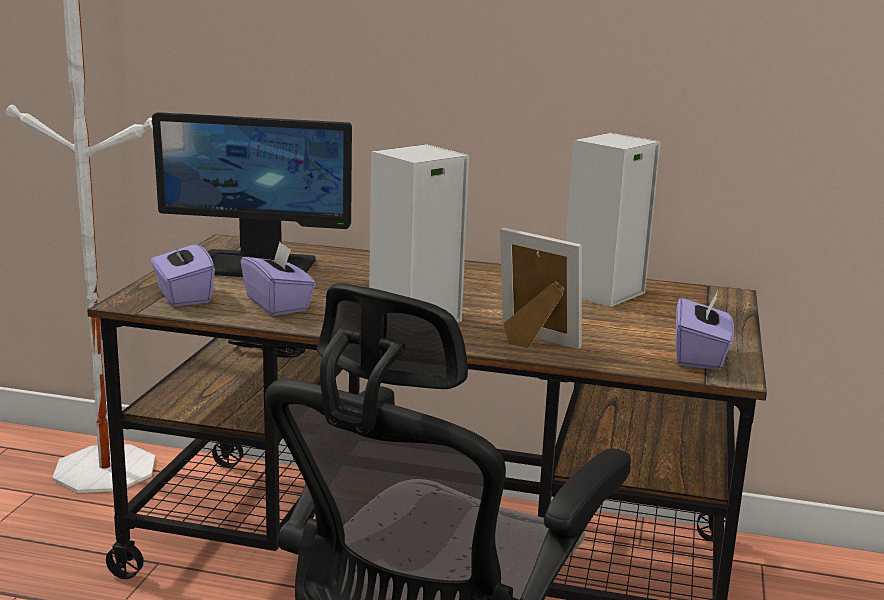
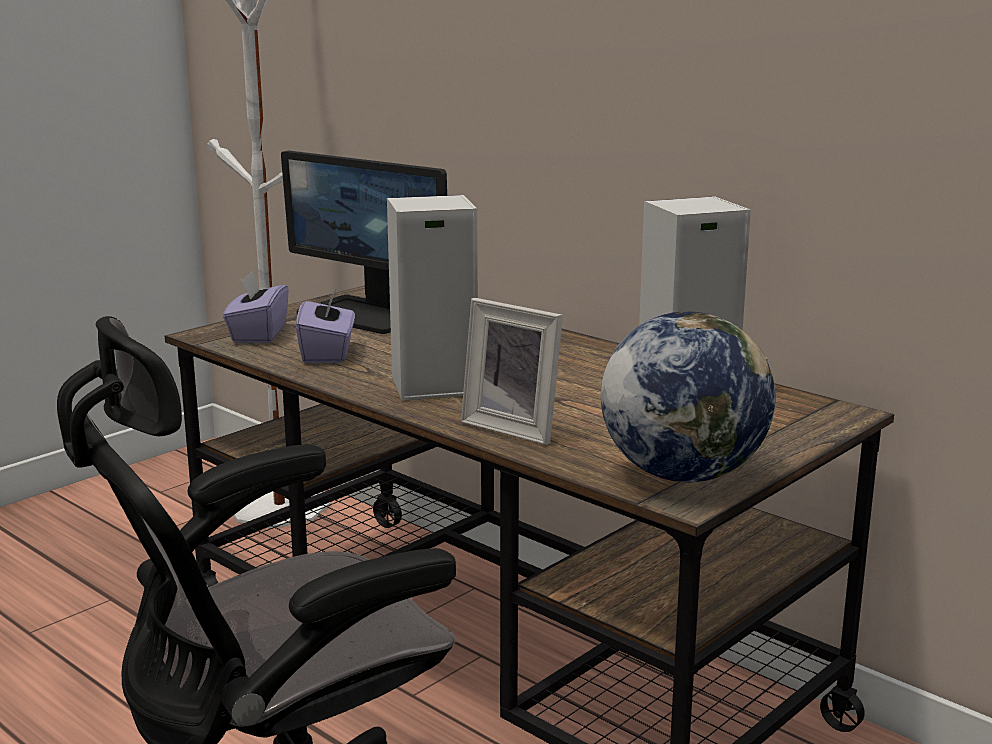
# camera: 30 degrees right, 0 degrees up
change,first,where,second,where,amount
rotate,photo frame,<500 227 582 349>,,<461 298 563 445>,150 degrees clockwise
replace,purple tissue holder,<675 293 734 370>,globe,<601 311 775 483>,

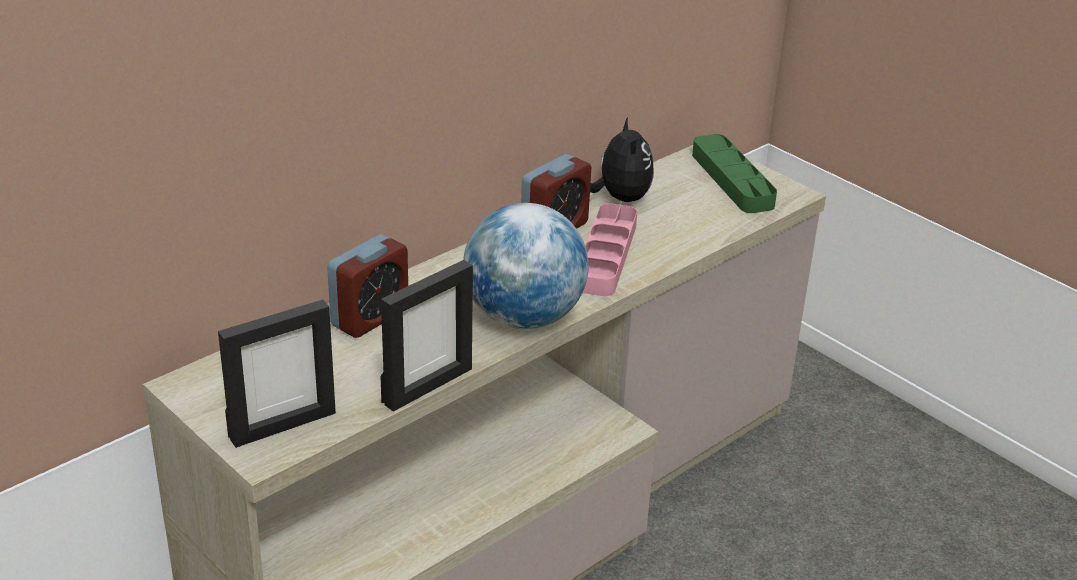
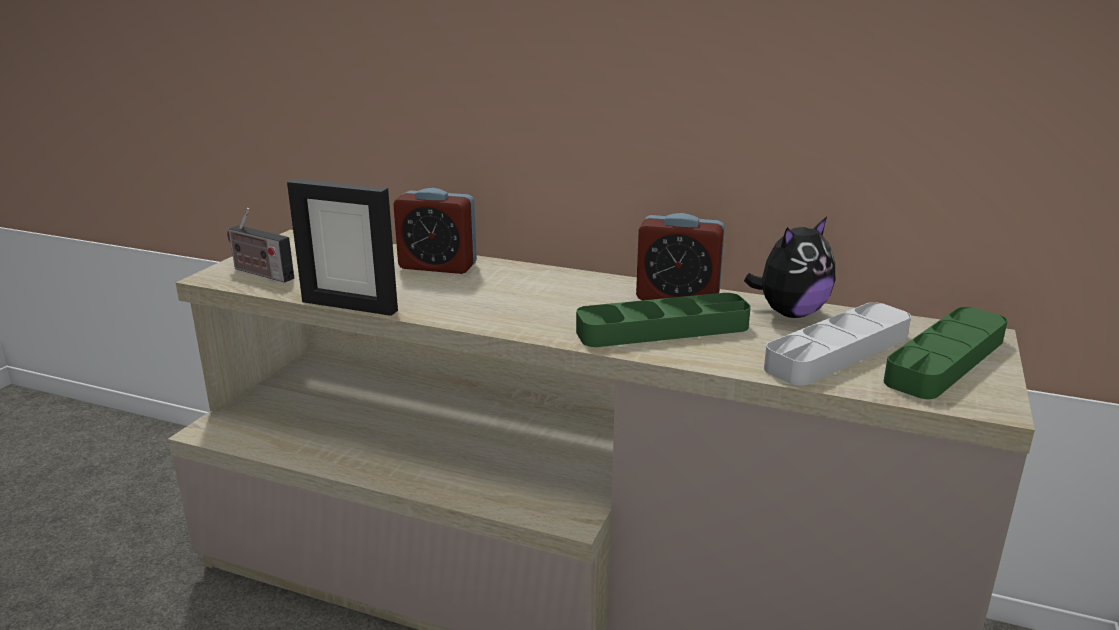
# camera: 65 degrees right, 10 degrees down
change,first,where,second,where,amount
replace,photo frame,<218 300 336 448>,radio set,<227 208 294 283>,
delete,globe,<463 203 589 329>,,,
recolor,pink serving tray,<583 203 637 296>,green-coloured serving tray,<576 293 751 347>,
insert,,,grey serving tray,<764 302 911 385>,

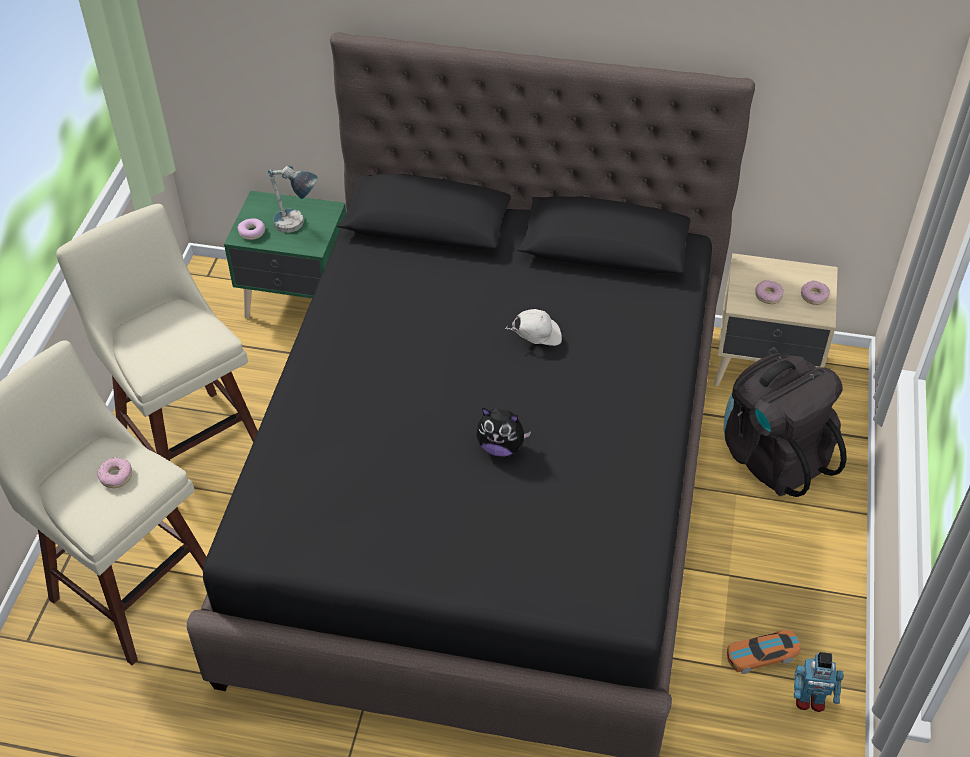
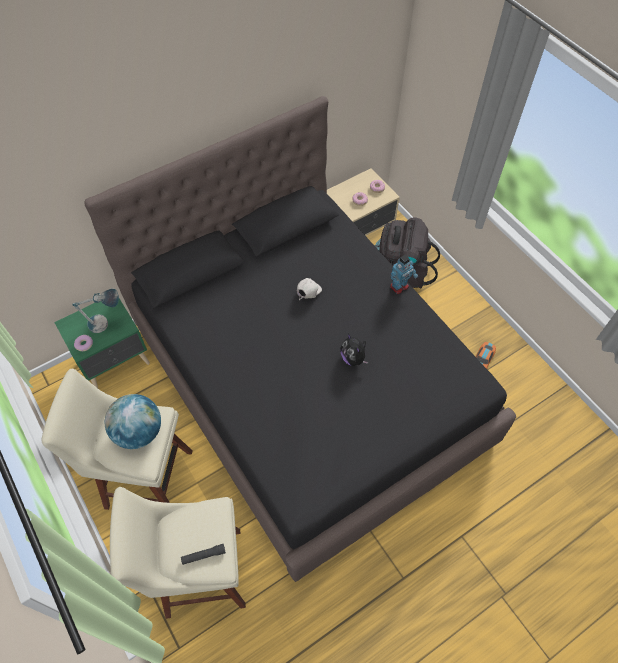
# camera: 45 degrees left, 10 degrees up
change,first,where,second,where,amount
delete,ring doughnut,<97 458 132 488>,,,
rotate,plush toy,<476 408 531 457>,,<340 333 369 366>,90 degrees clockwise
move,robot figure,<794 652 843 712>,,<390 254 418 294>,
insert,,,globe,<104 394 161 449>,
insert,,,blackish hand torch,<181 544 226 565>,

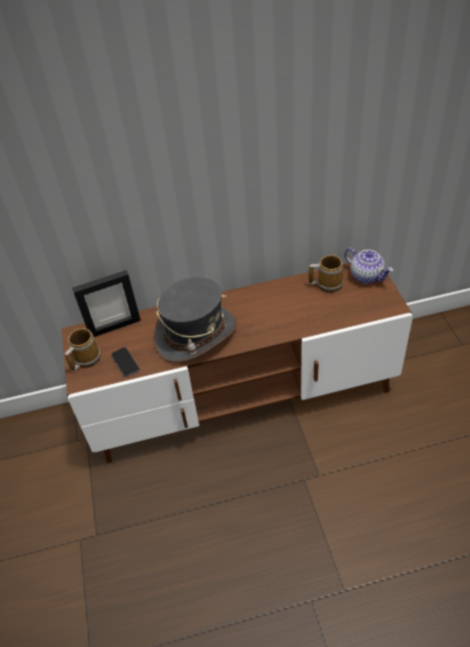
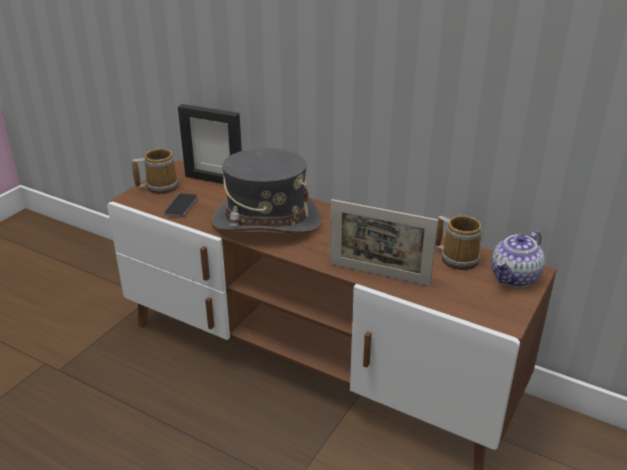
# camera: 40 degrees right, 15 degrees down
change,first,where,second,where,amount
rotate,pot for tea,<344 247 393 284>,,<491 230 545 287>,45 degrees clockwise
insert,,,photo frame,<330 199 438 286>,

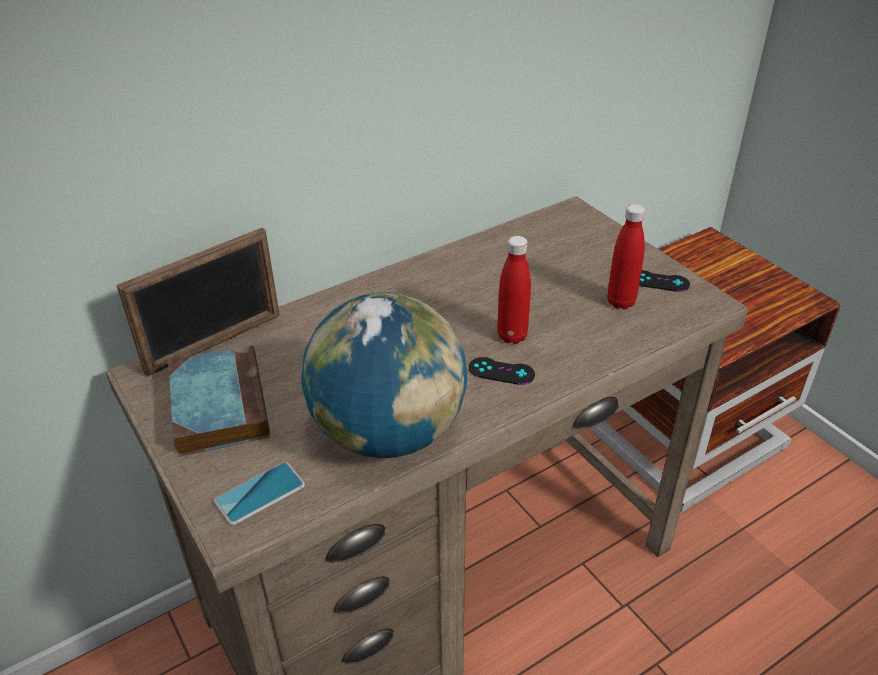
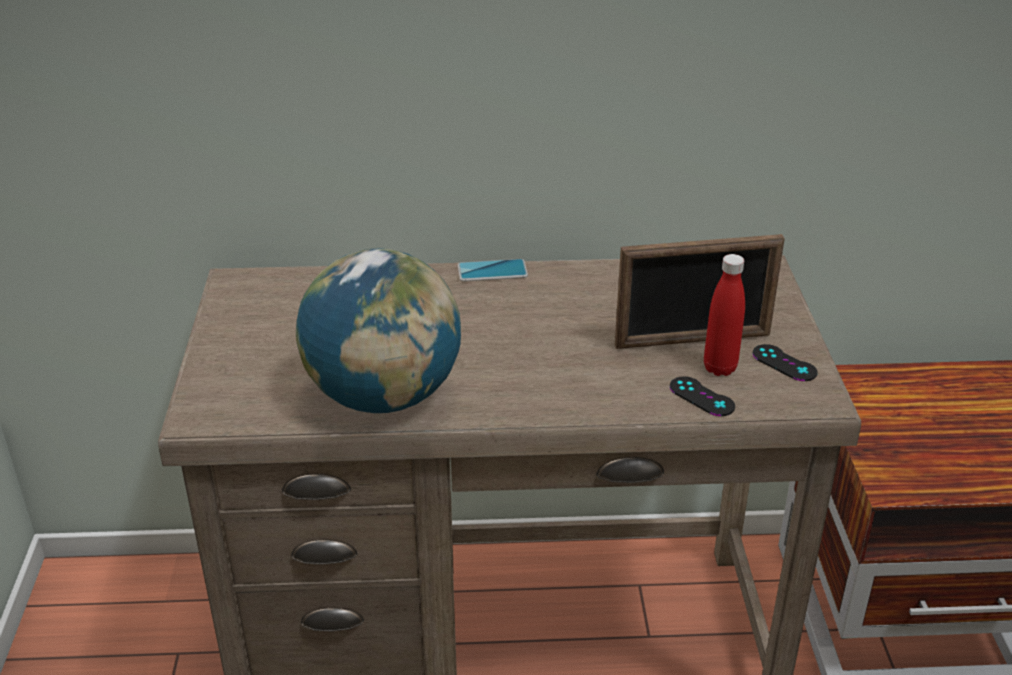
# camera: 30 degrees right, 5 degrees down
change,first,where,second,where,amount
move,photo frame,<117 227 280 377>,,<615 234 785 349>,
delete,bound book,<168 345 270 457>,,,
move,handset,<214 462 305 525>,,<458 259 528 282>,
move,blackish gamepad,<469 357 535 385>,,<670 376 735 416>,
delete,red drink bottle,<497 236 531 344>,,,

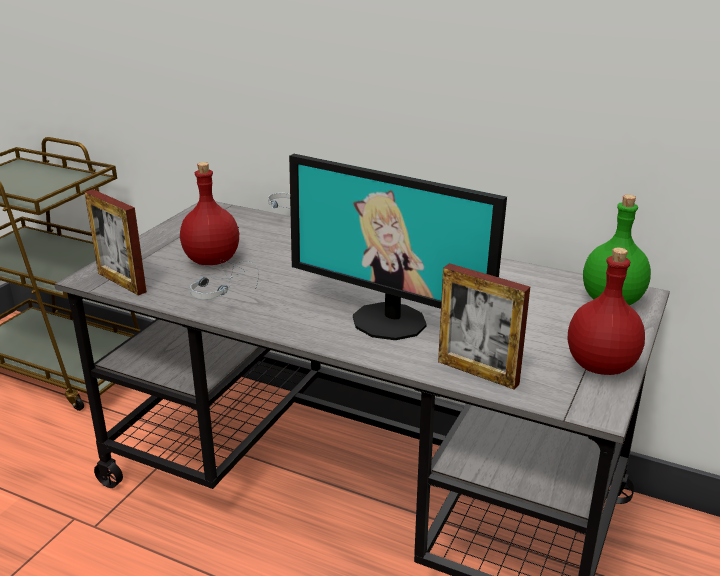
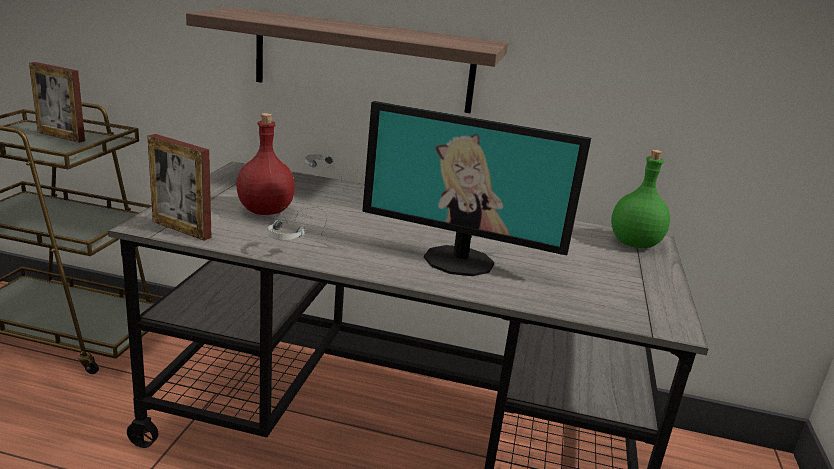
# camera: 15 degrees left, 5 degrees down
change,first,where,second,where,amount
move,photo frame,<438 263 530 390>,,<29 62 85 143>,
delete,red drink bottle,<568 247 645 375>,,,
insert,,,wall shelf,<186 7 508 113>,

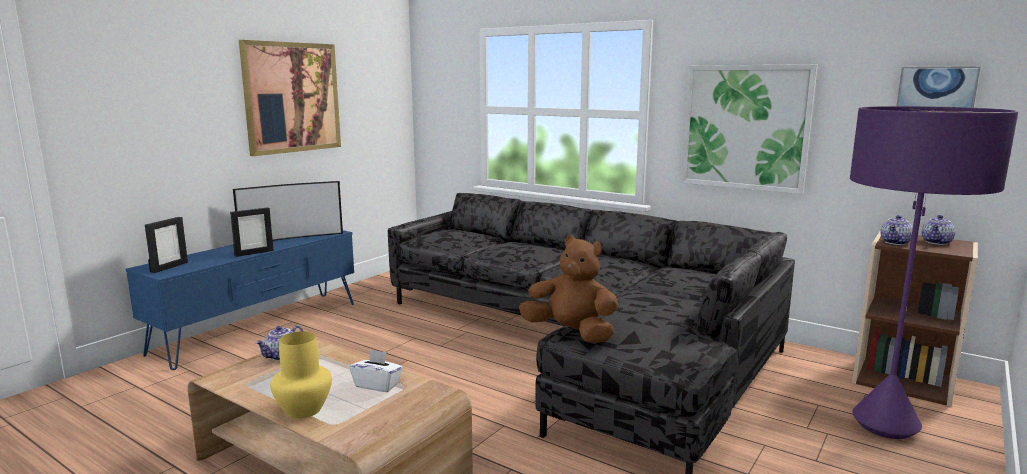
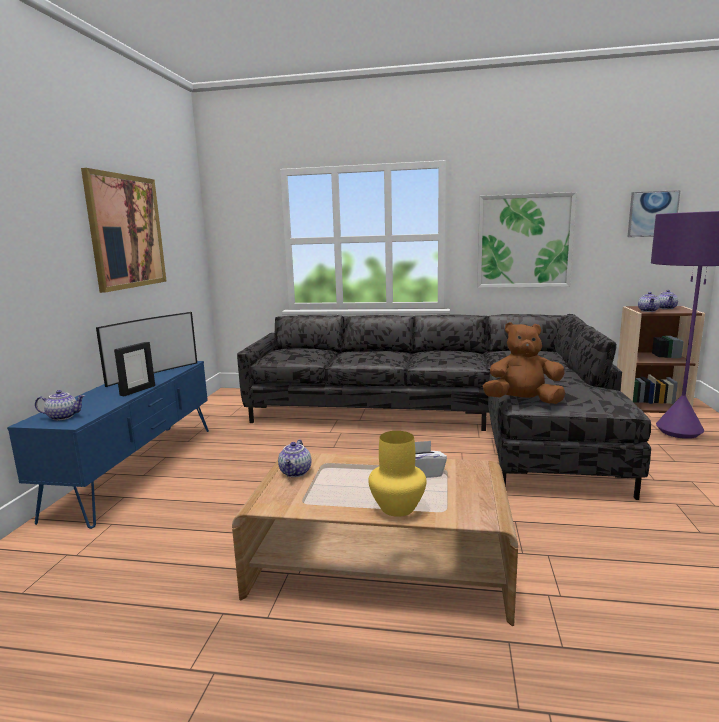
# camera: 25 degrees left, 0 degrees up
change,first,where,second,where,amount
replace,photo frame,<145 217 188 273>,pot for tea,<35 390 85 421>,

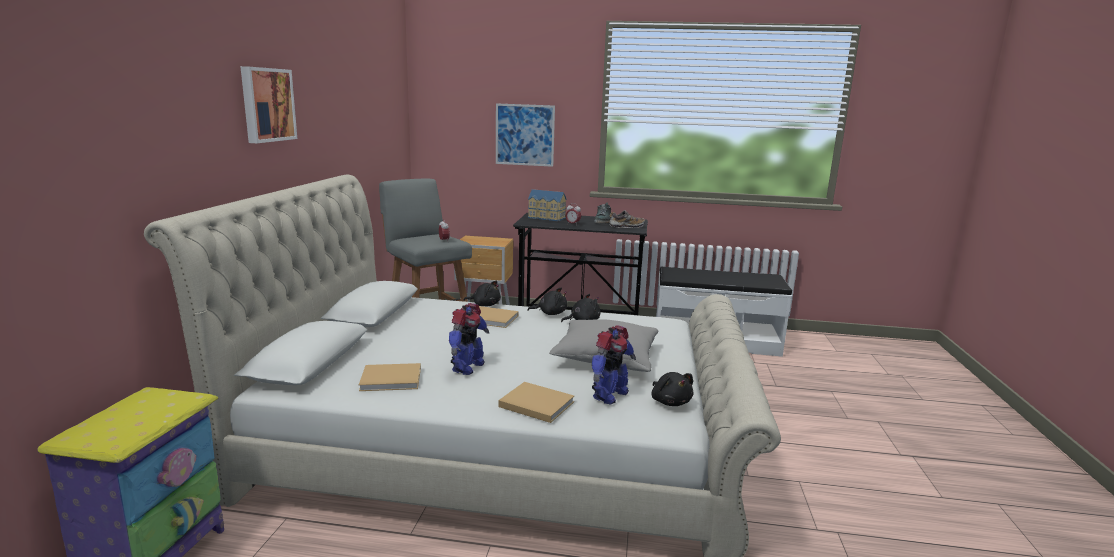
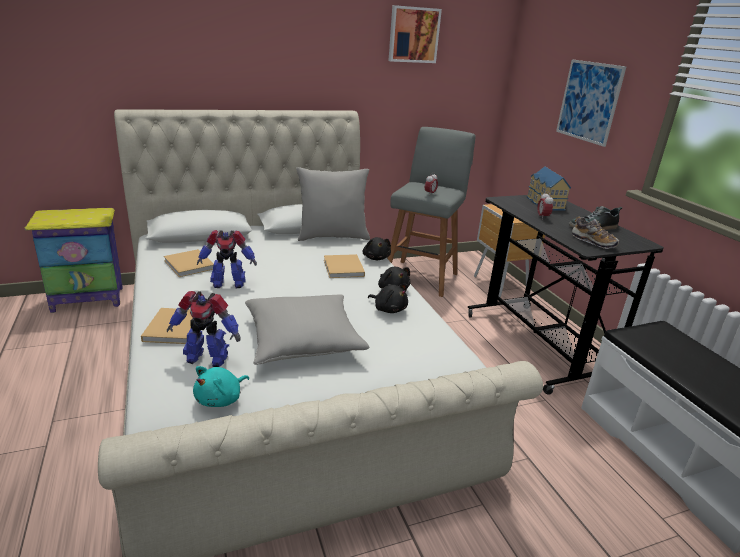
# camera: 60 degrees right, 10 degrees up
change,first,where,second,where,amount
move,picture,<240 66 297 143>,,<389 5 442 63>,
recolor,blackish plush toy,<652 372 694 406>,turquoise-coloured plush toy,<193 366 249 407>,
insert,,,grey cushion,<296 167 370 241>,

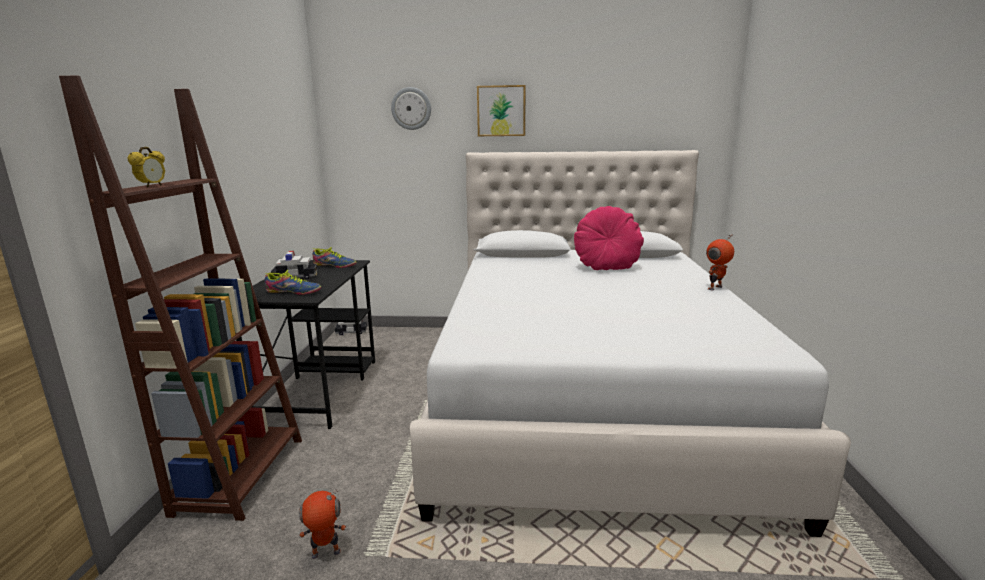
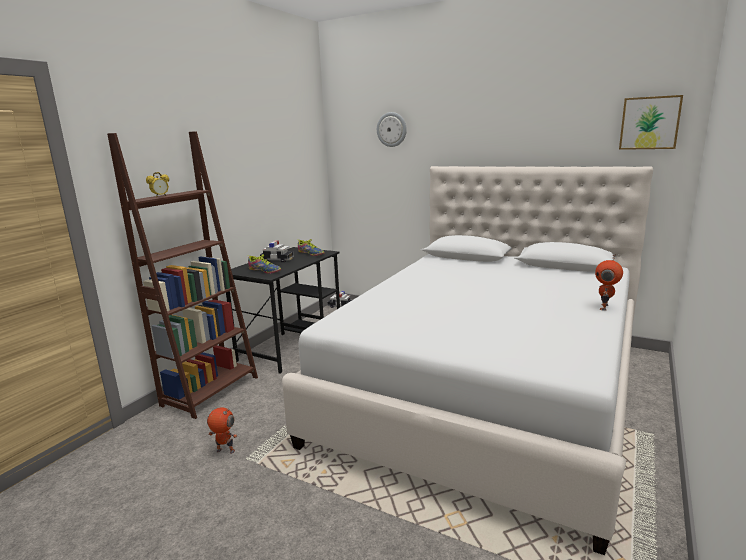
# camera: 25 degrees right, 0 degrees up
change,first,where,second,where,amount
move,picture,<477 85 526 136>,,<619 95 683 150>,
delete,pink cushion,<574 206 644 270>,,,
rotate,robot figure,<706 235 734 291>,,<595 255 623 311>,45 degrees counterclockwise

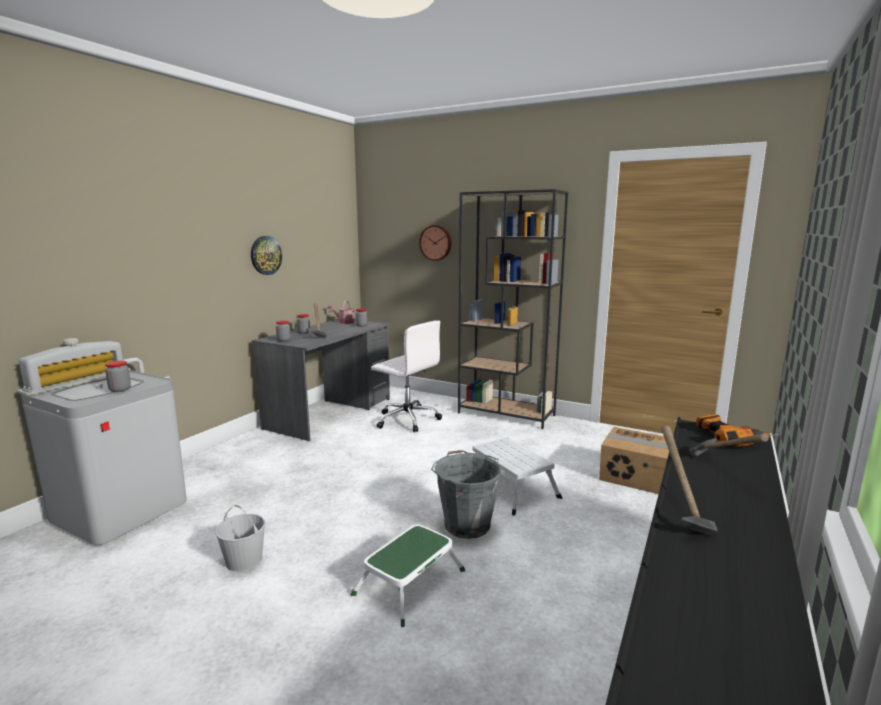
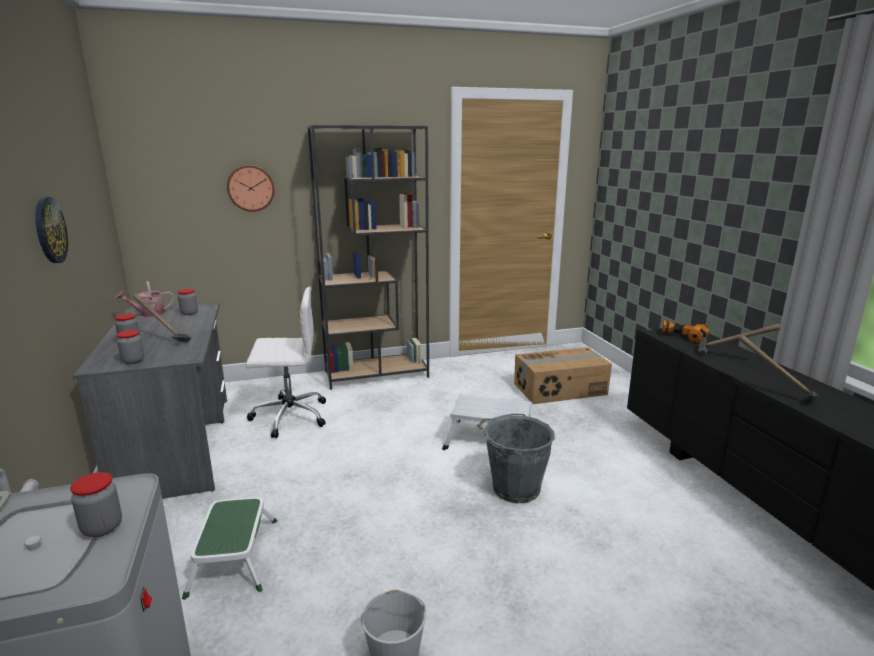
# camera: 45 degrees left, 5 degrees up
change,first,where,second,where,amount
move,green-coloured step ladder,<351 524 465 627>,,<182 497 277 600>,

